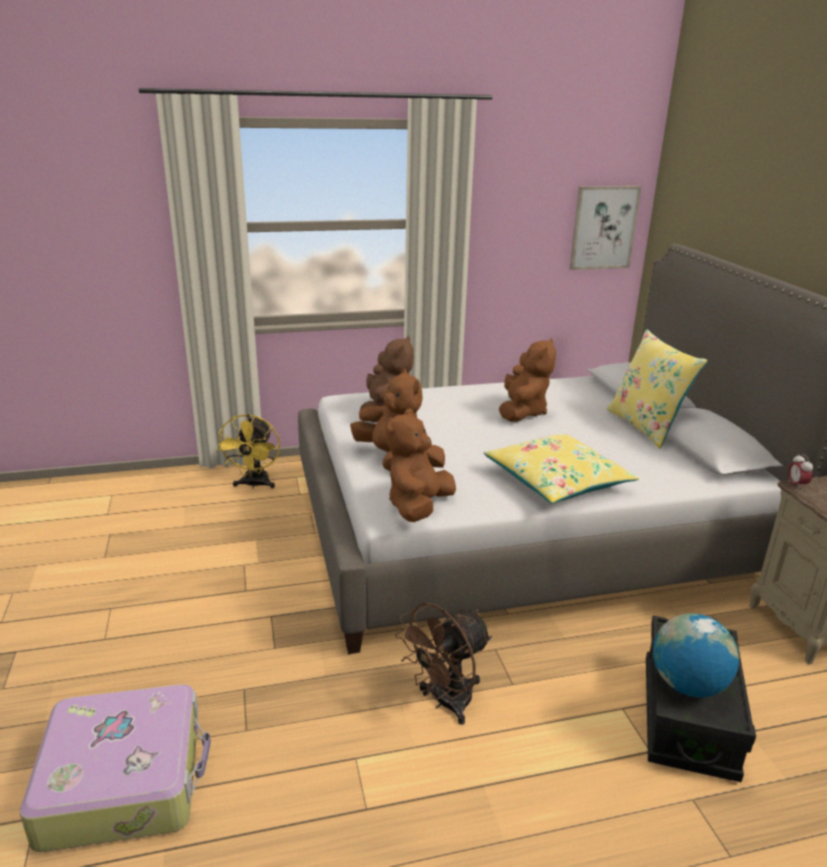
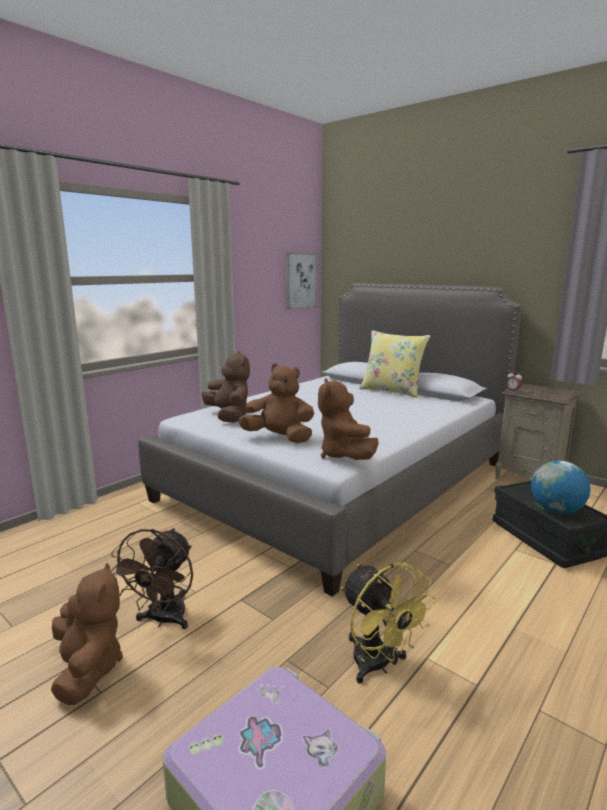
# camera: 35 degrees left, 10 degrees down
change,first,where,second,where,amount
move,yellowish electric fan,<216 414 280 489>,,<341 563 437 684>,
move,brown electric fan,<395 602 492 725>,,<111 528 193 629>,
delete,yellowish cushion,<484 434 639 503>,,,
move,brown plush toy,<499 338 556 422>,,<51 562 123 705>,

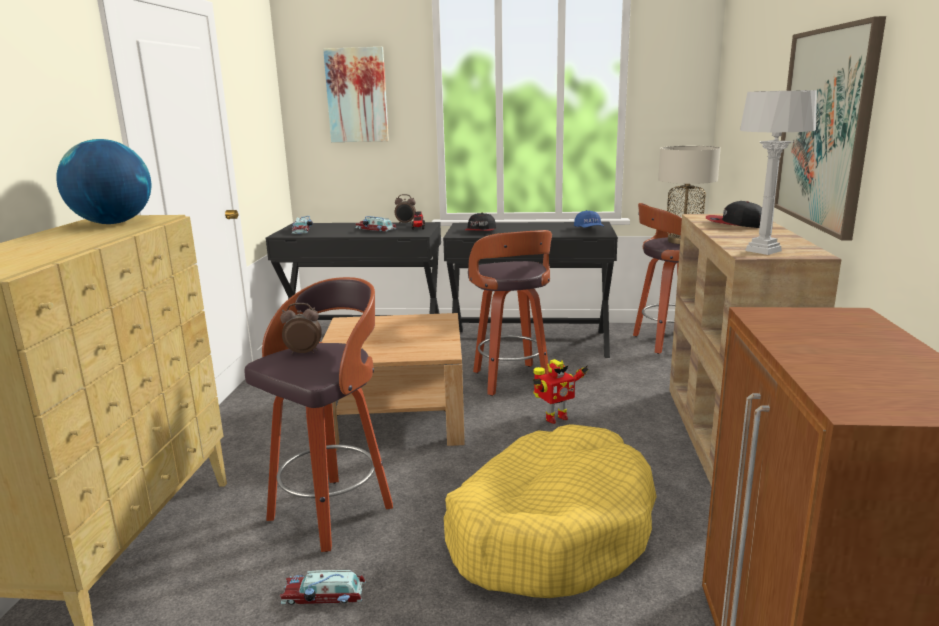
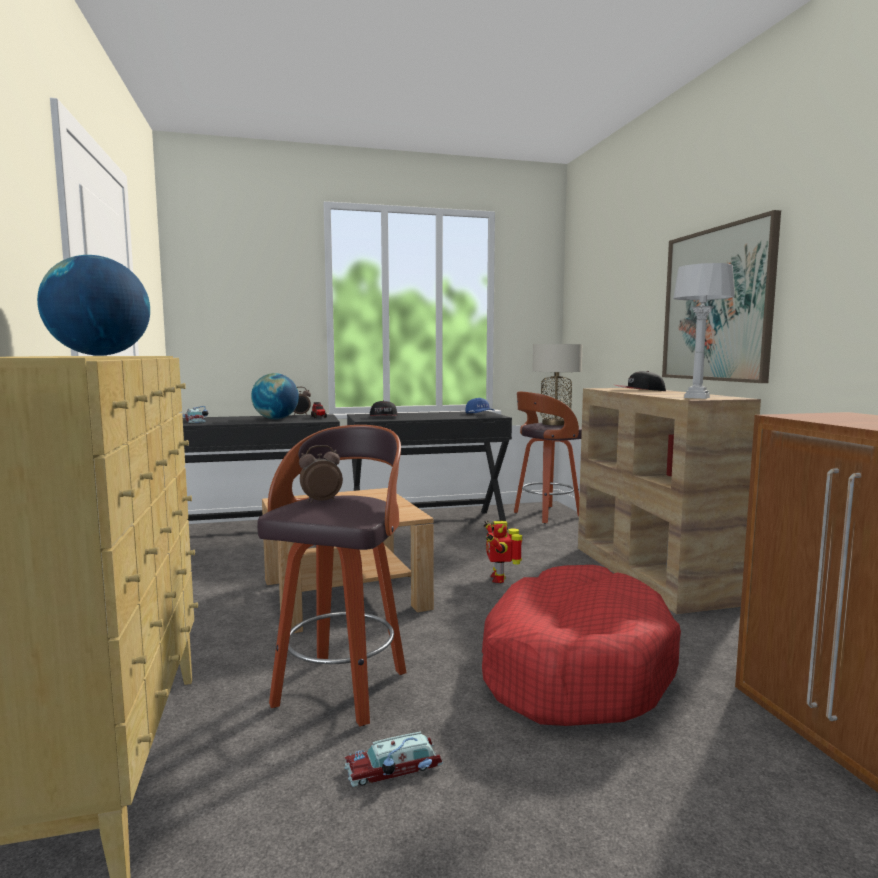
# camera: 20 degrees left, 10 degrees down
change,first,where,second,where,amount
delete,picture,<323 47 389 142>,,,
replace,model car,<355 216 396 232>,globe,<251 373 299 419>,
recolor,yellowish pet bed,<444 424 657 598>,red pet bed,<482 565 681 726>,
delete,stool,<468 230 552 396>,,,
rotate,robot figure,<533 359 588 424>,,<484 520 522 583>,135 degrees clockwise

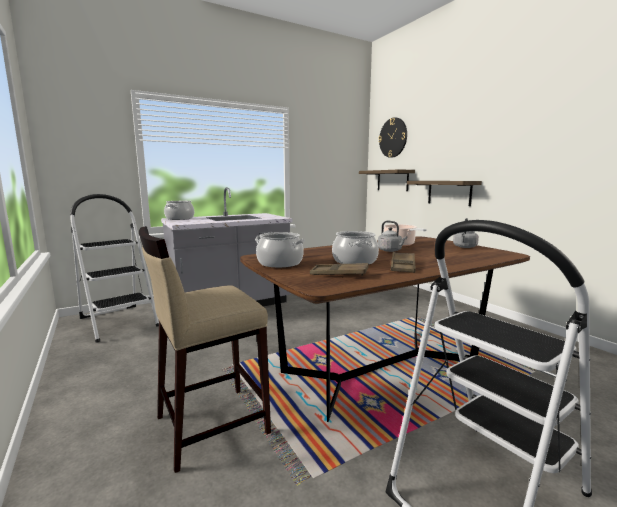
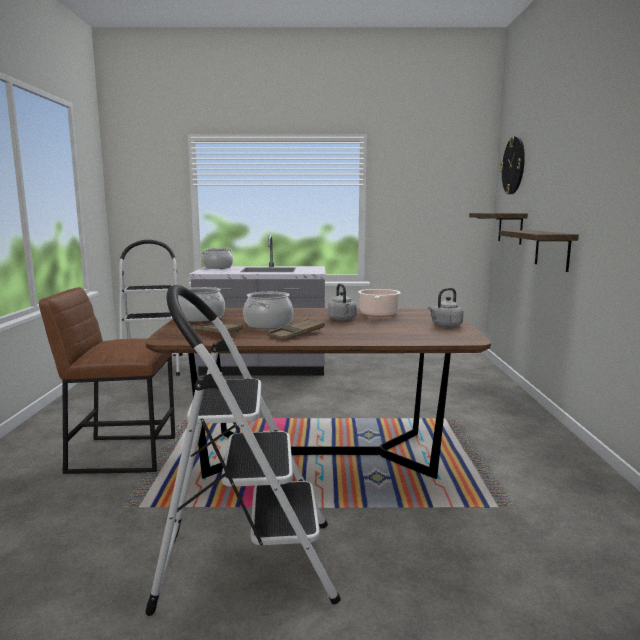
# camera: 30 degrees right, 0 degrees up
change,first,where,second,where,amount
replace,beige stool,<139 226 271 473>,brown plain chair,<39 287 175 474>,

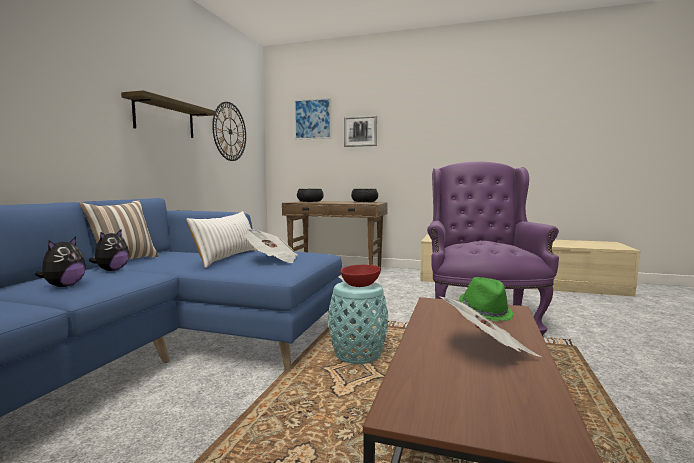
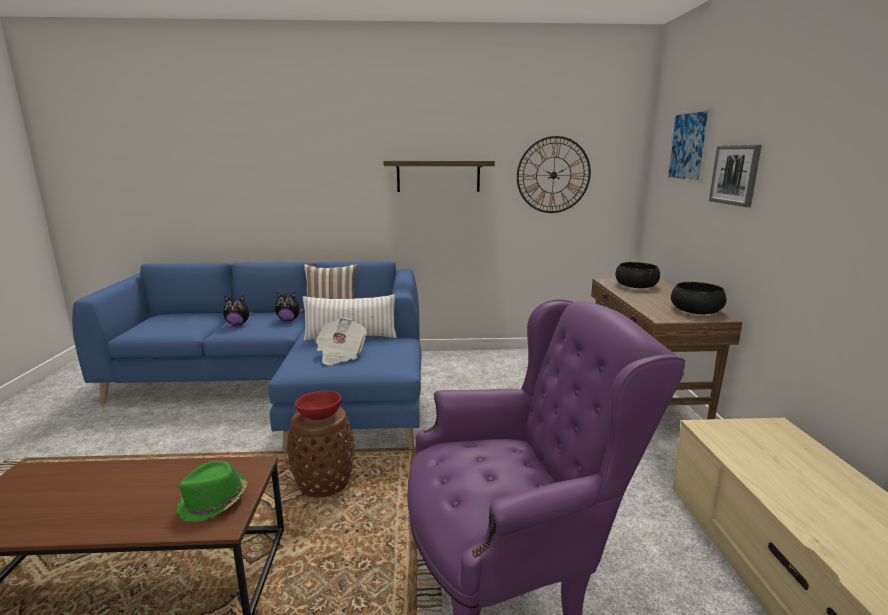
# camera: 70 degrees right, 10 degrees up
change,first,where,second,where,amount
recolor,turquoise-coloured stool,<328 282 388 364>,brown stool,<287 407 354 498>,
delete,printed paper,<439 296 541 357>,,,

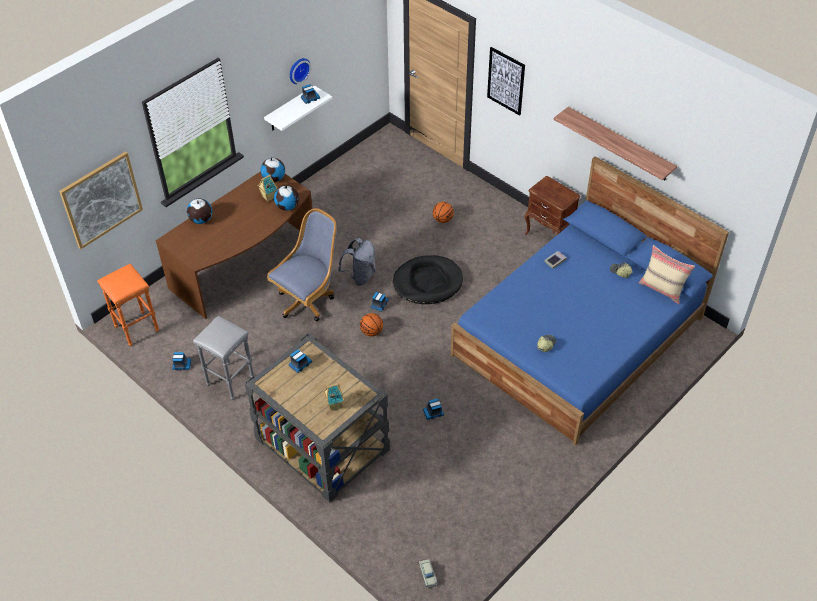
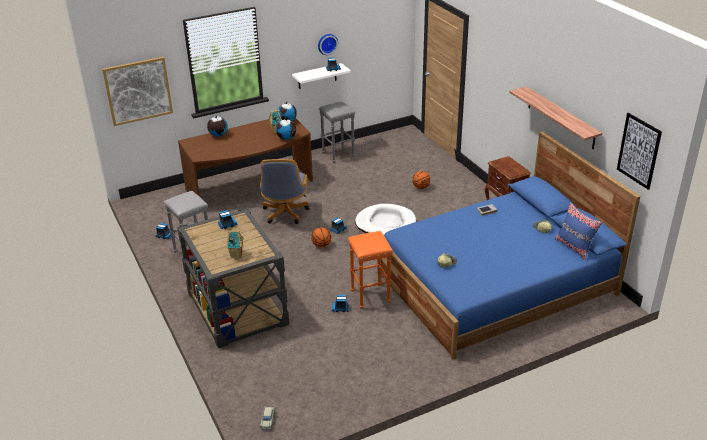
# camera: 20 degrees right, 15 degrees down
change,first,where,second,where,amount
move,orangey stool,<97 264 159 346>,,<348 231 393 309>,
rotate,blue desk chair,<267 208 337 321>,,<260 159 309 224>,120 degrees clockwise
delete,grey knapsack,<338 238 376 286>,,,
recolor,blackish pet bed,<393 255 463 304>,whitish pet bed,<355 204 416 235>,
move,picture,<487 47 525 116>,,<617 113 662 190>,
recolor,beige cushion,<639 245 695 304>,blue cushion,<555 202 602 260>,
insert,,,grey stool,<319 101 355 163>,

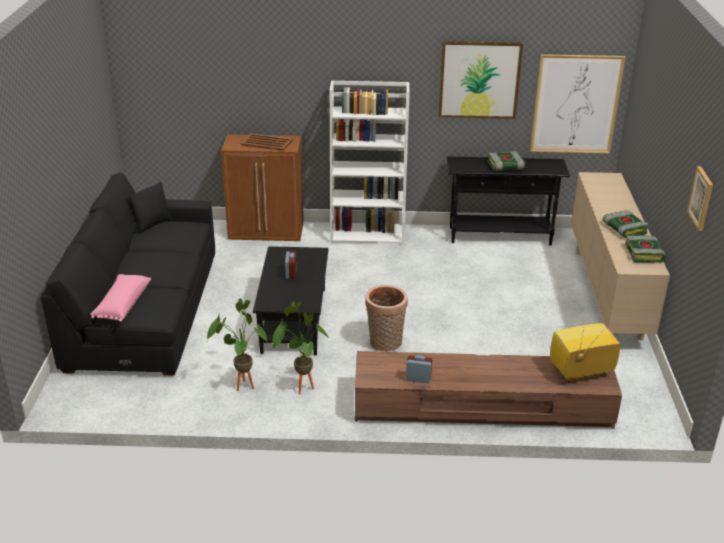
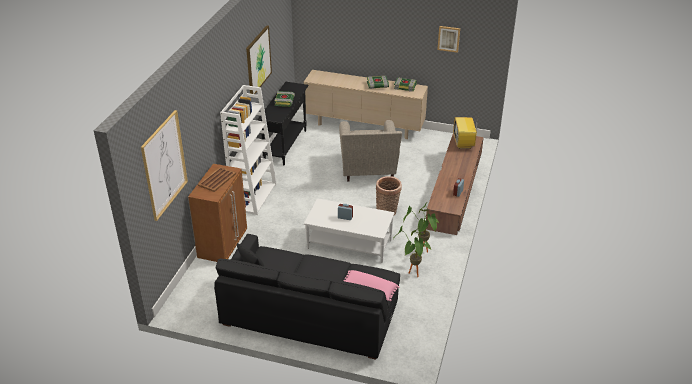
# camera: 75 degrees left, 5 degrees up
change,first,where,second,where,amount
recolor,blackish low table,<253 246 329 356>,whitish low table,<304 198 395 263>,
move,picture,<530 54 625 154>,,<141 110 188 221>,
insert,,,beige armchair,<339 120 402 181>,

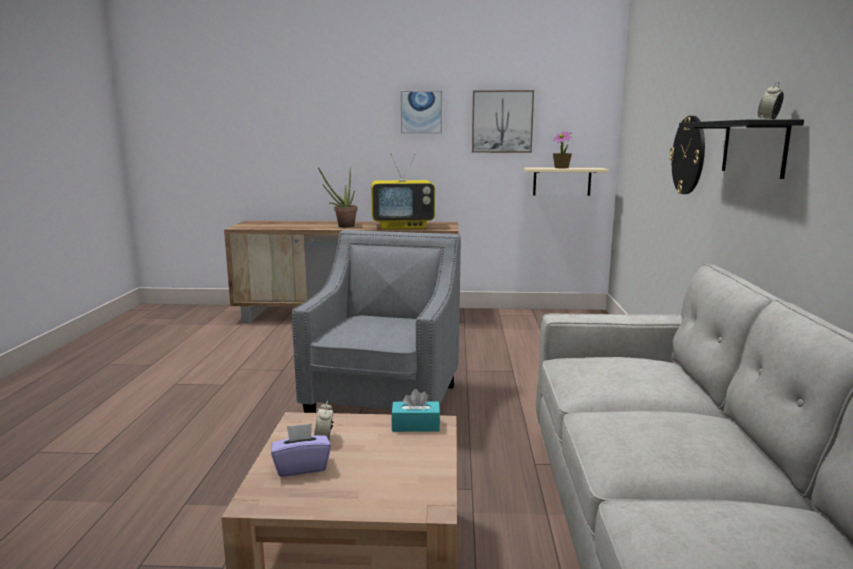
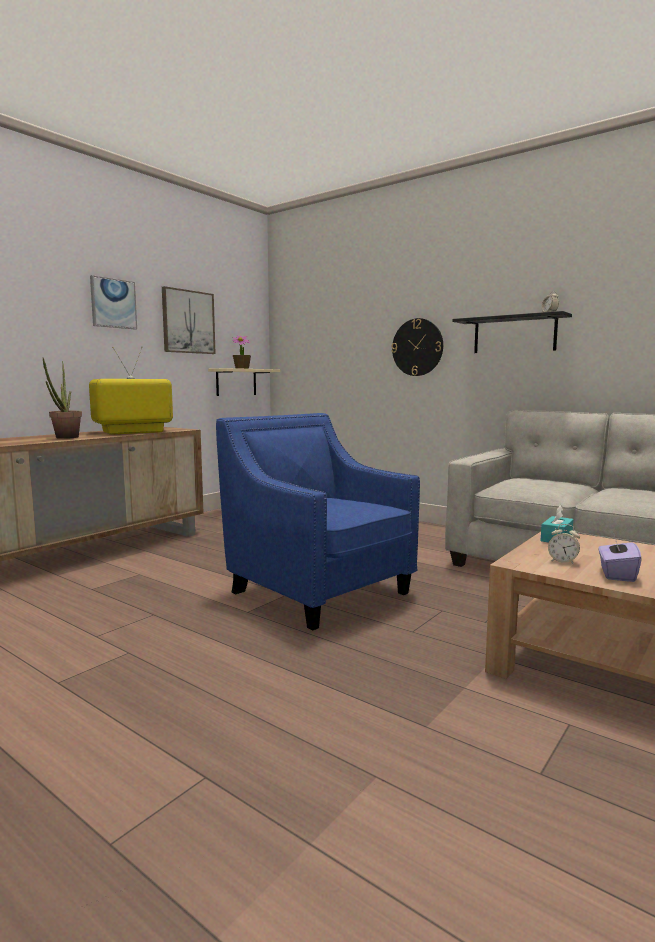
# camera: 55 degrees left, 5 degrees down
change,first,where,second,where,amount
recolor,grey armchair,<292 230 461 413>,blue armchair,<216 413 420 630>,
rotate,television,<371 153 435 229>,,<89 347 173 435>,150 degrees counterclockwise

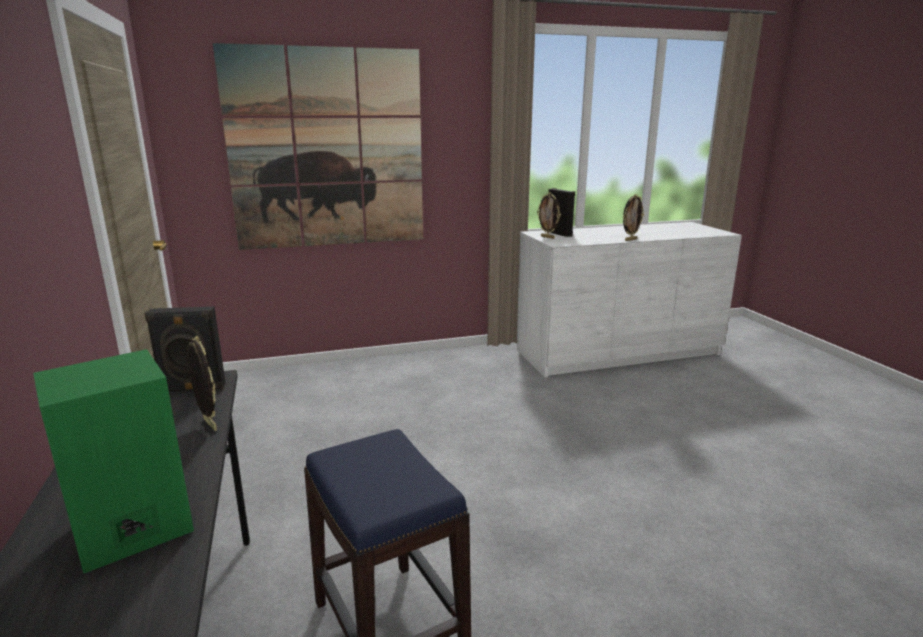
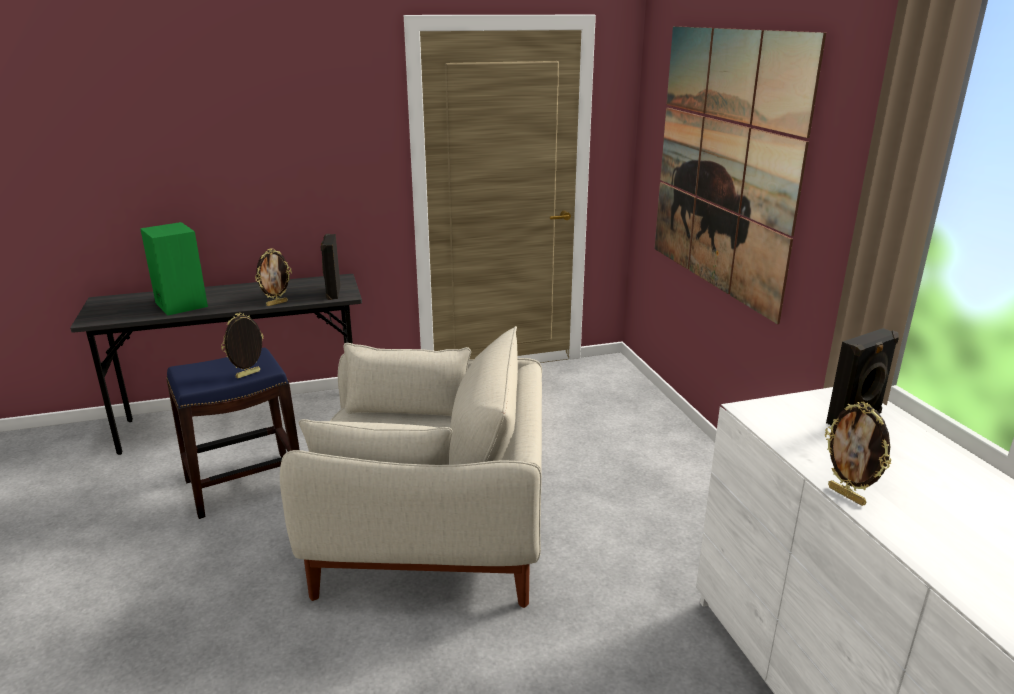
# camera: 90 degrees right, 5 degrees up
change,first,where,second,where,amount
move,photo frame,<537 192 561 239>,,<221 313 263 378>,
insert,,,beige armchair,<280 326 542 608>,

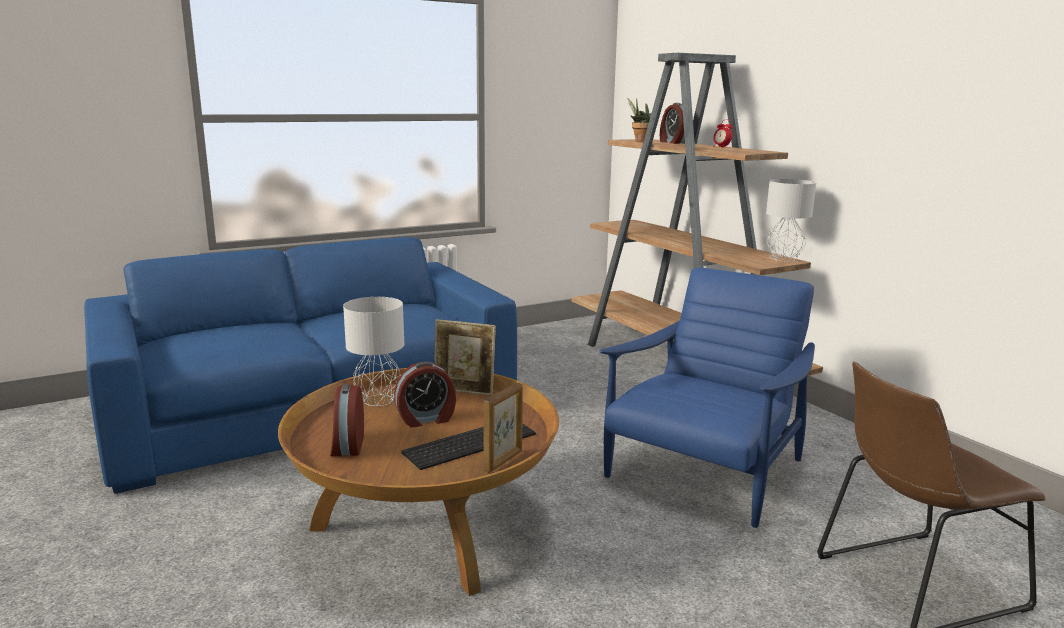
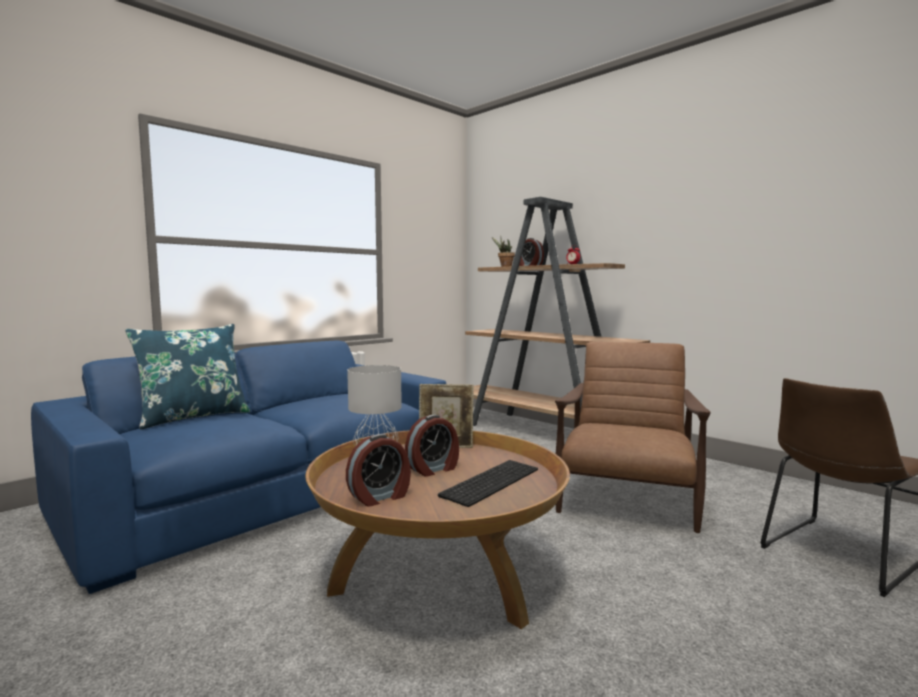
# camera: 15 degrees left, 10 degrees down
change,first,where,second,where,amount
rotate,table clock,<330 384 364 457>,,<346 434 411 507>,105 degrees counterclockwise
delete,photo frame,<483 383 523 473>,,,
recolor,blue armchair,<599 268 815 528>,brown armchair,<555 342 711 533>,
delete,grey lamp for a table,<766 179 816 262>,,,
insert,,,blue cushion,<125 324 250 429>,

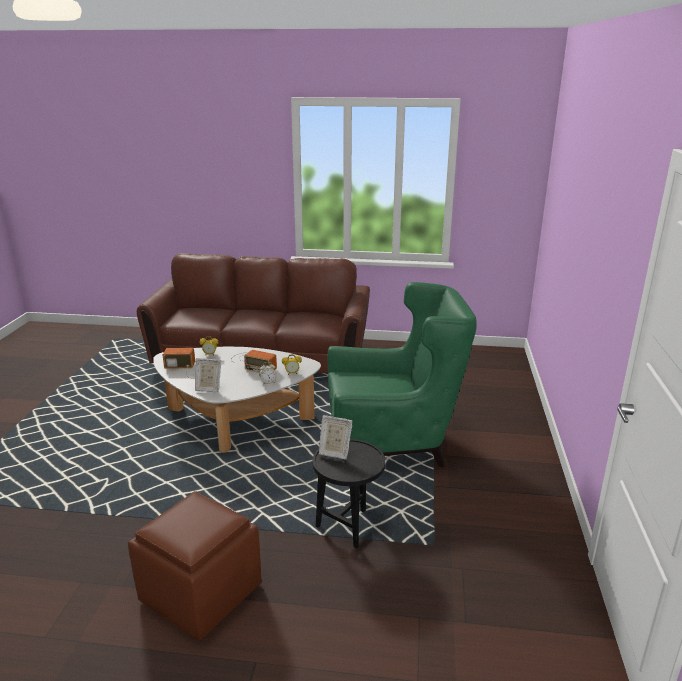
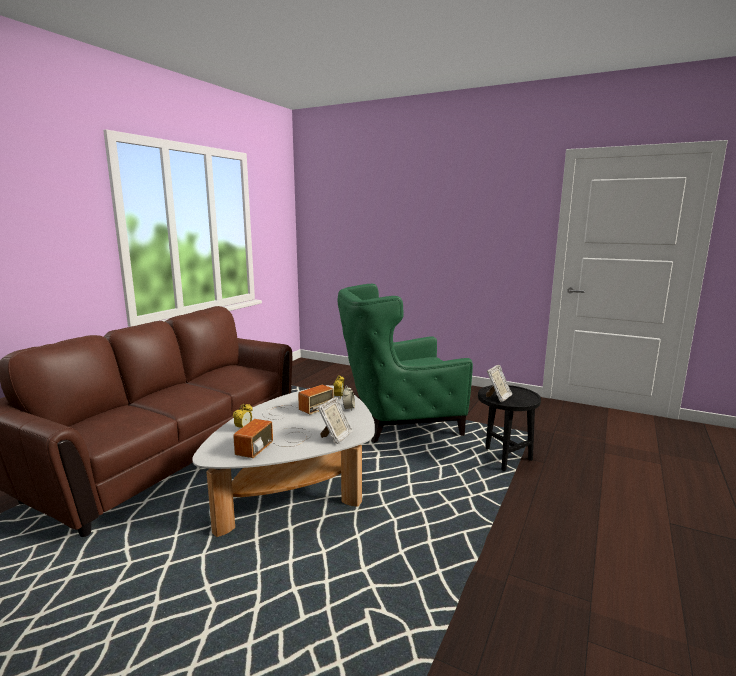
# camera: 70 degrees left, 10 degrees down
change,first,where,second,where,amount
delete,brown pouffe,<128 491 261 641>,,,
rotate,green-coloured armchair,<328 282 477 467>,,<338 284 473 443>,120 degrees counterclockwise

